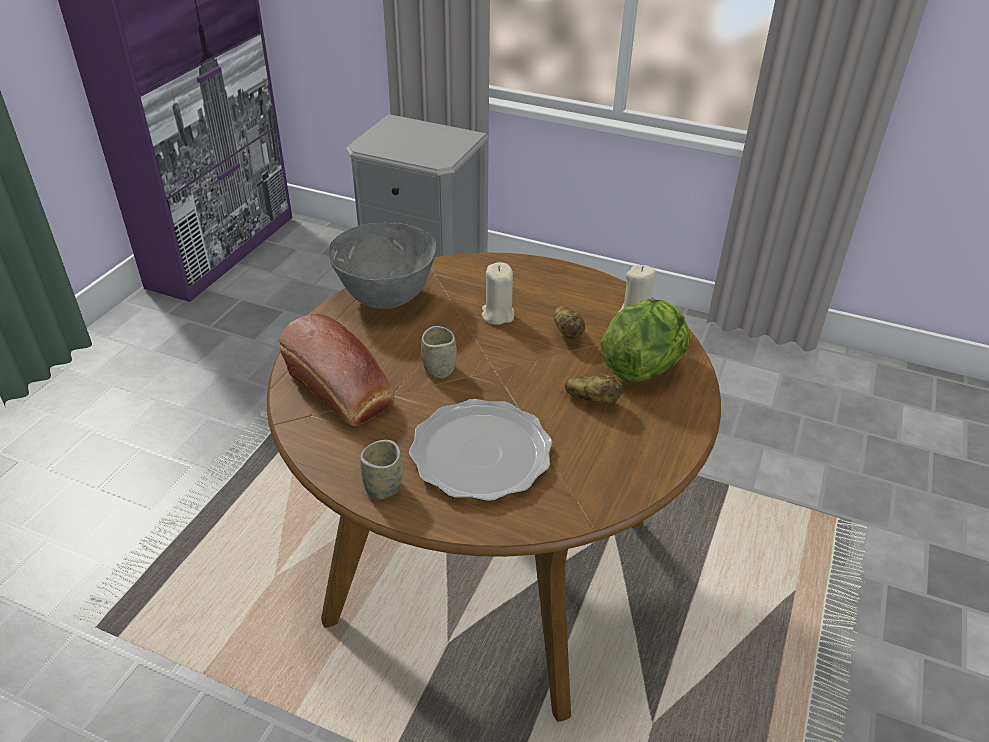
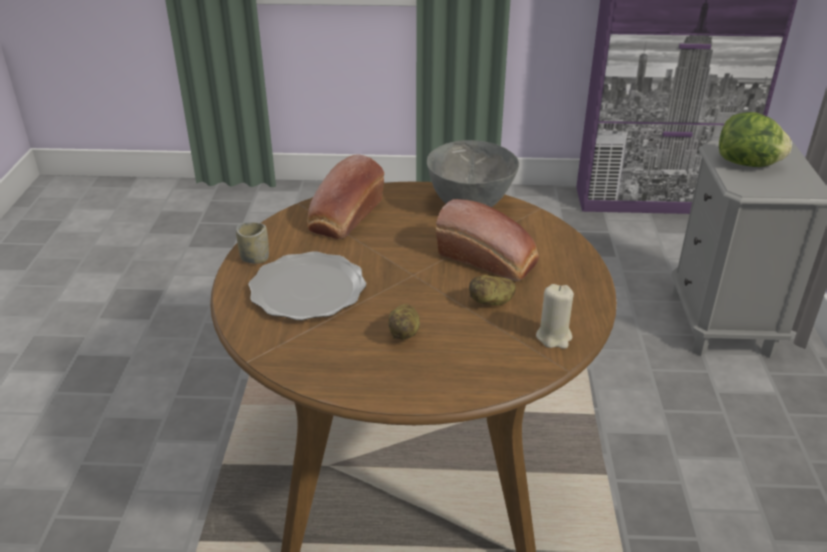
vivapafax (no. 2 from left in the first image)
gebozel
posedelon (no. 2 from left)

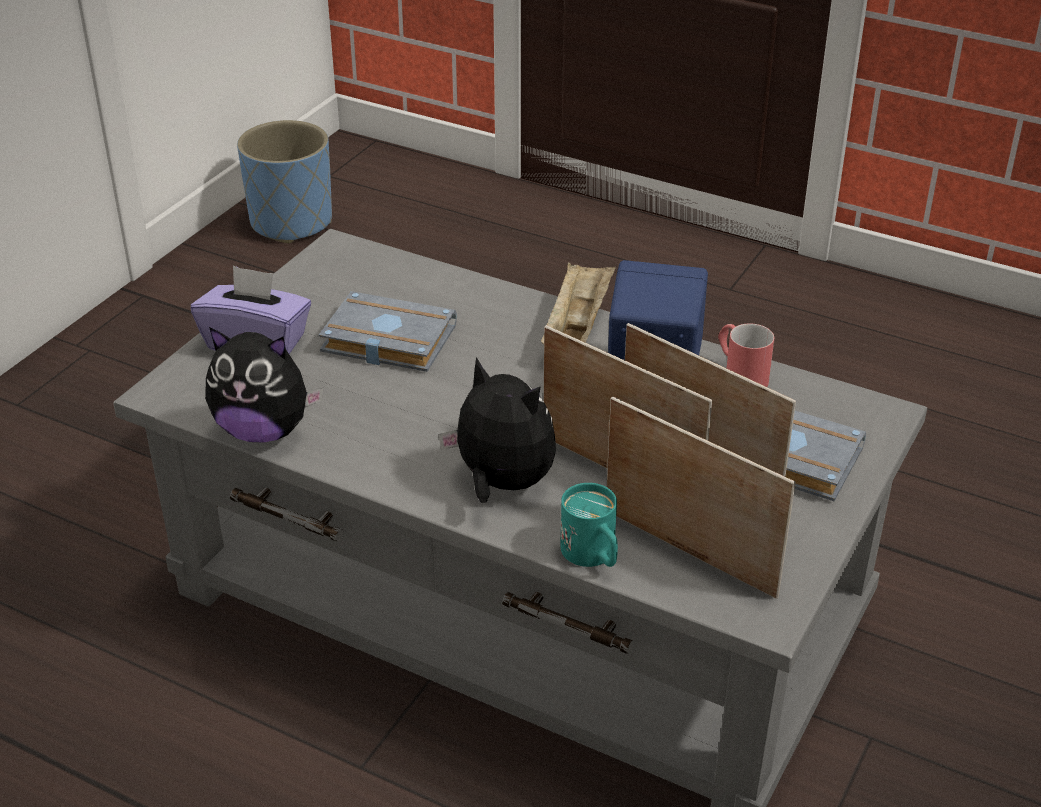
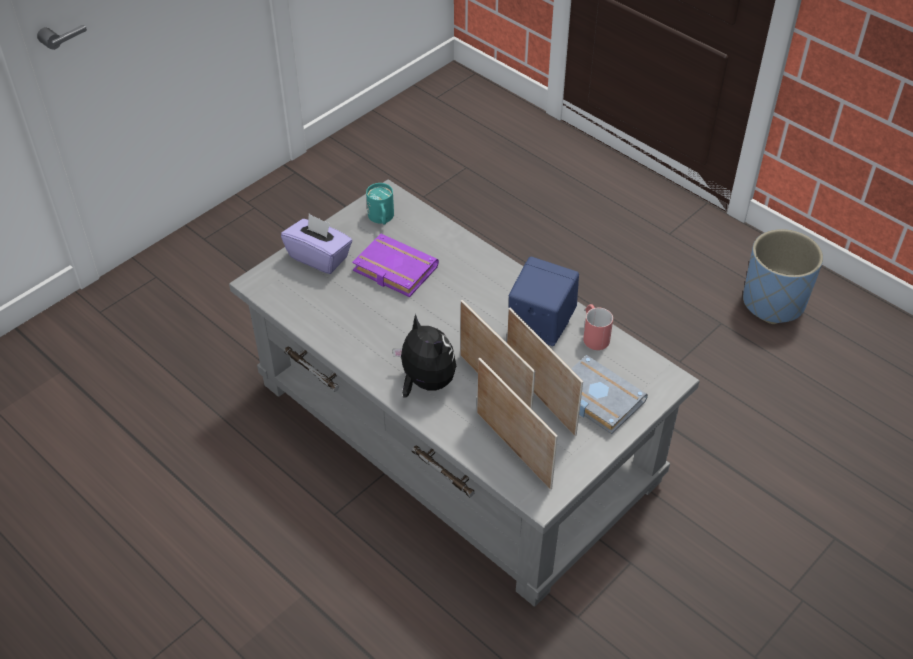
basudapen (no. 1 from left in the first image)
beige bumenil
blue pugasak
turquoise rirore
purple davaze

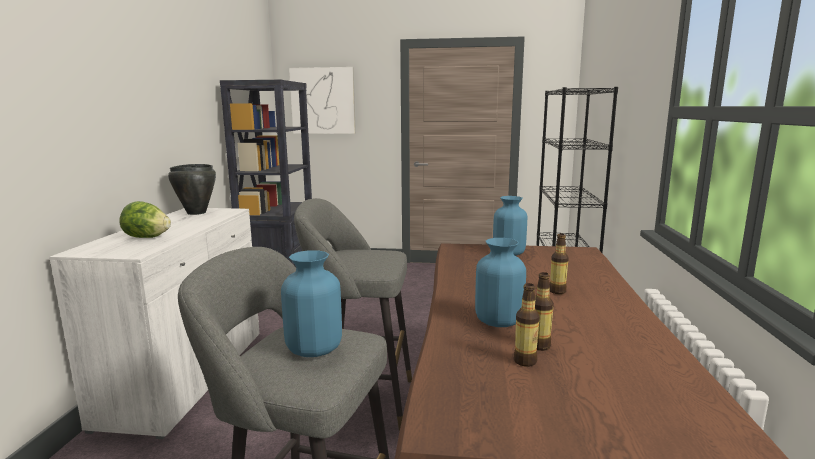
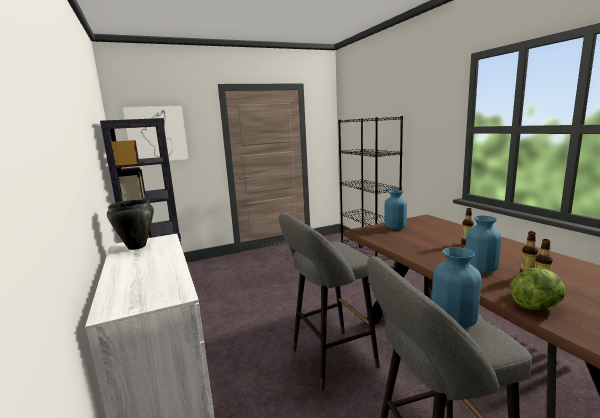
gebozel

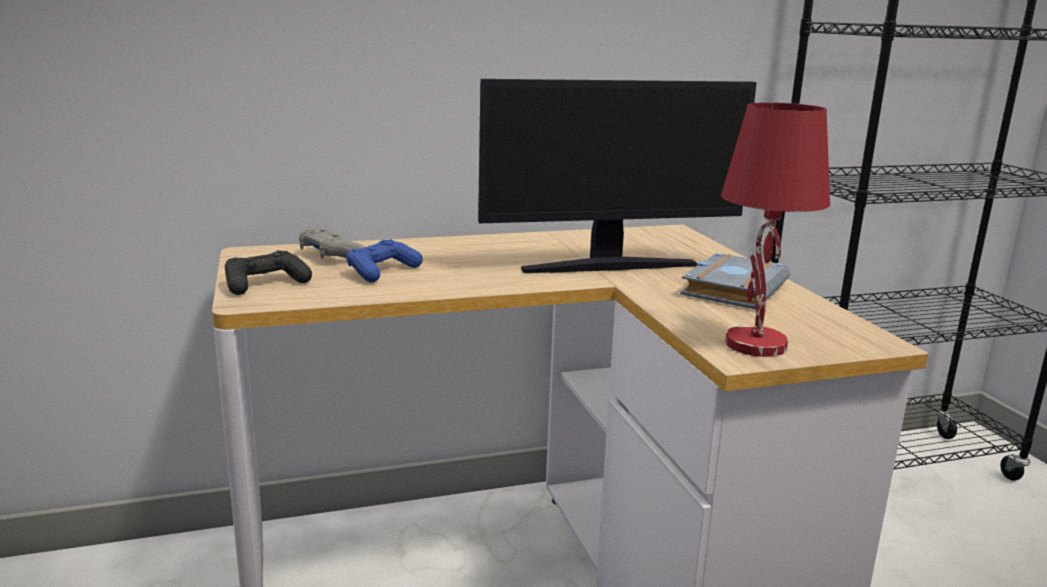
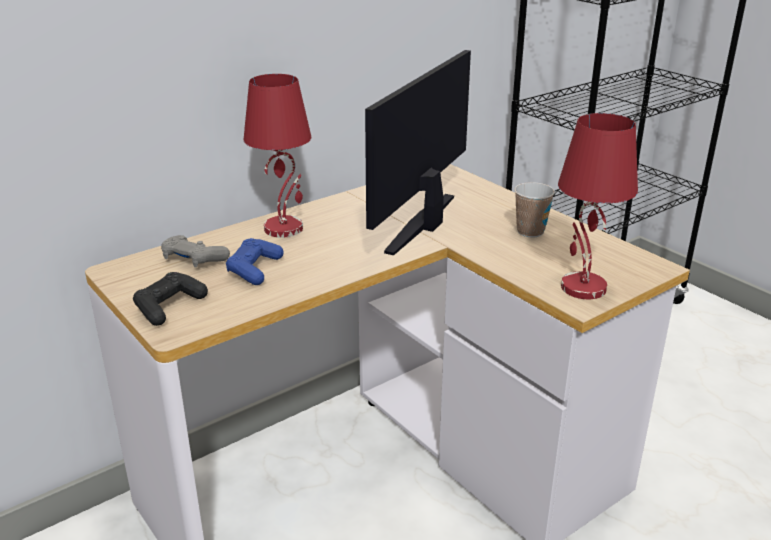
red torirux (no. 1 from left)
vivapafax
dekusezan

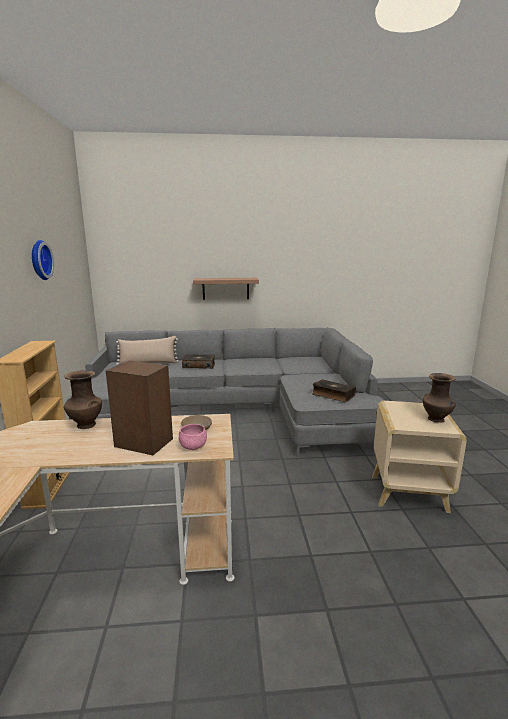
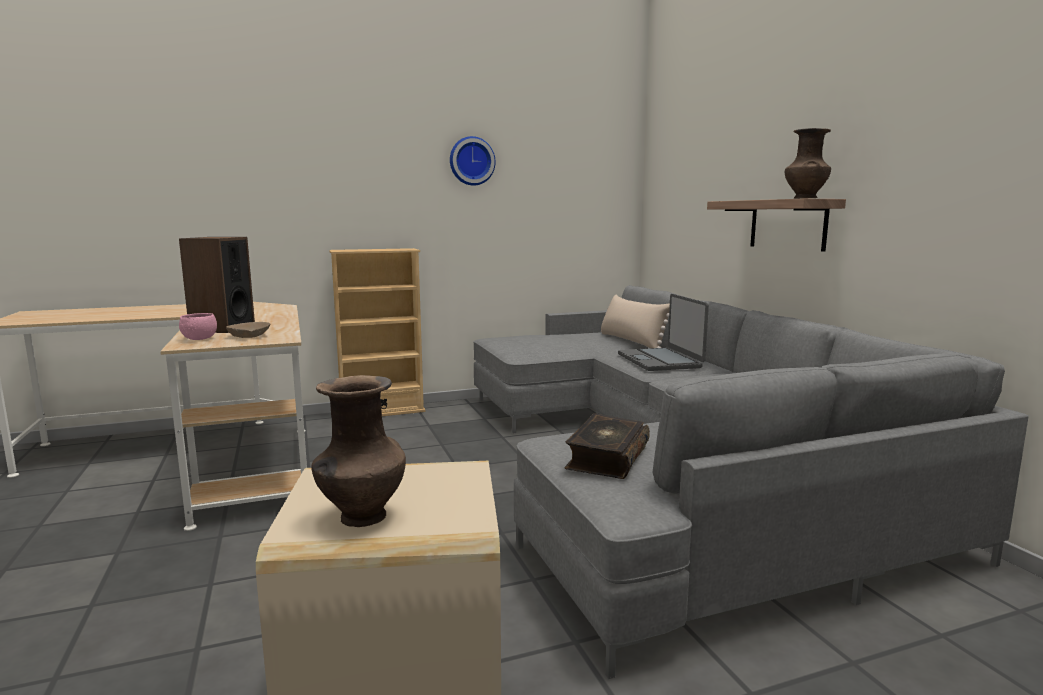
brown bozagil (no. 2 from left)
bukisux

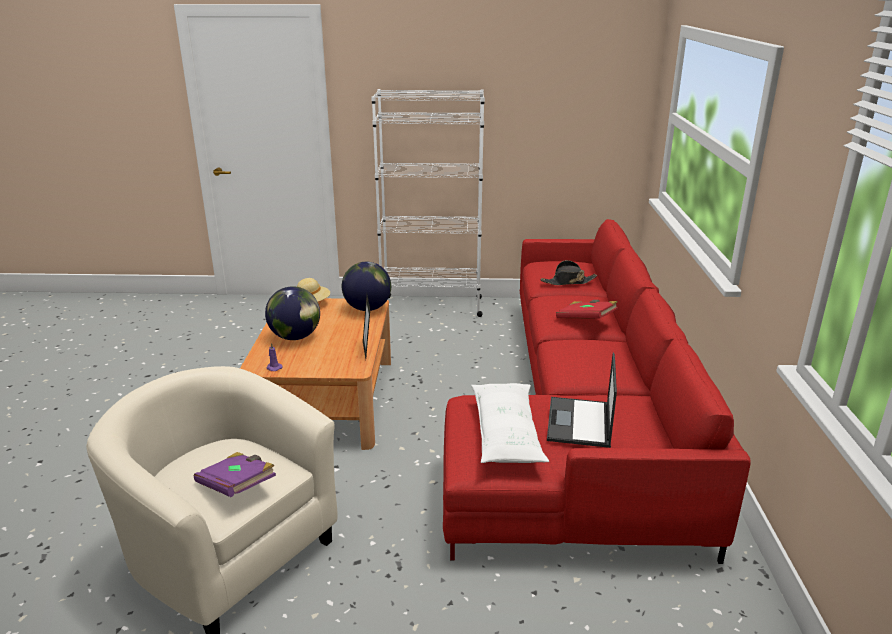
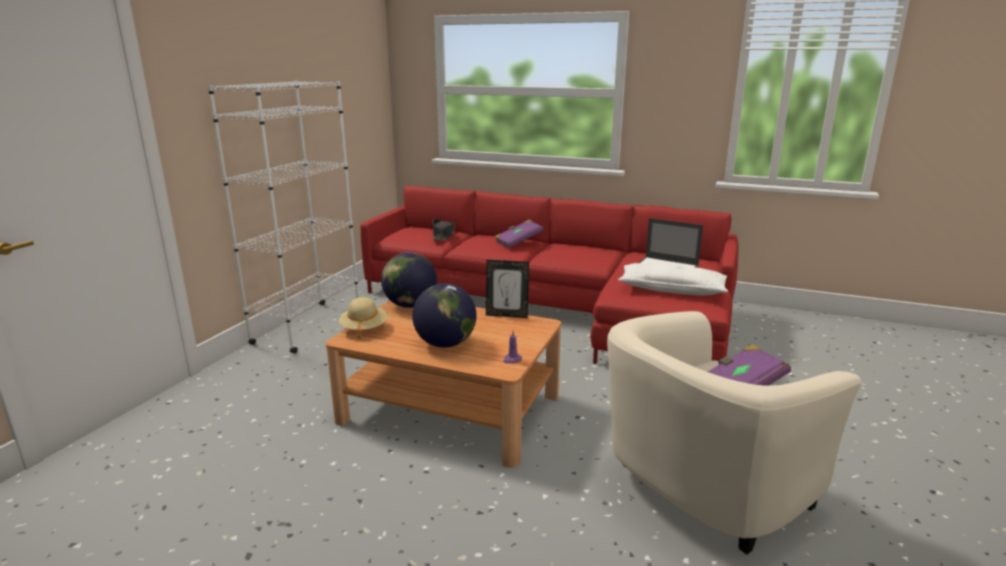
purple davaze (no. 1 from left)

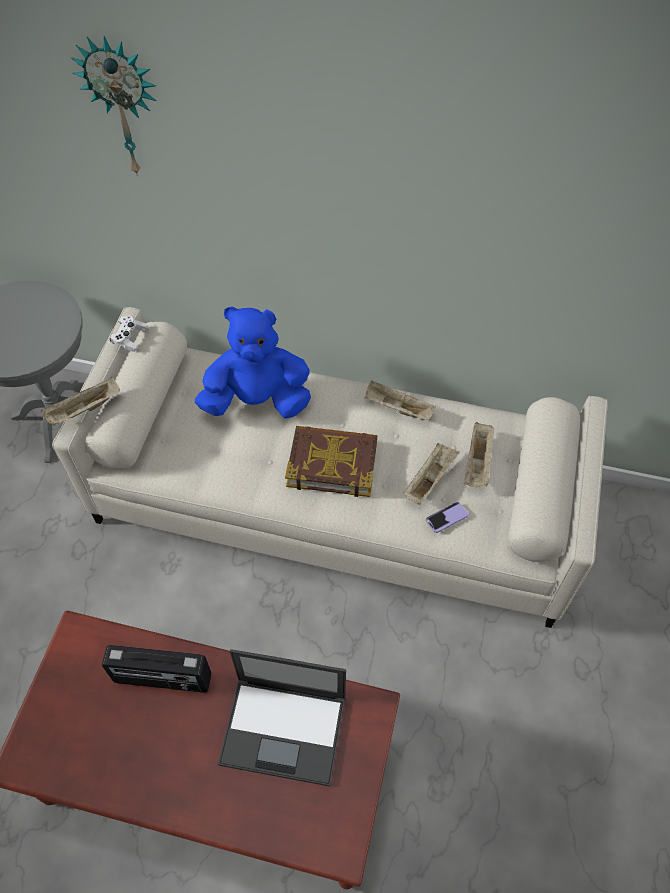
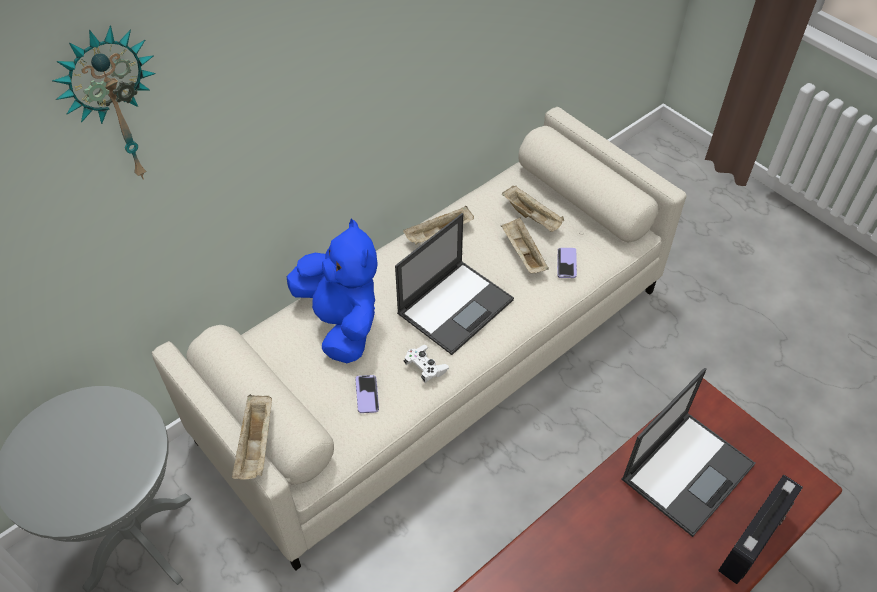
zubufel (no. 1 from left)
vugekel
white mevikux
bukisux (no. 1 from left)
blue basudapen

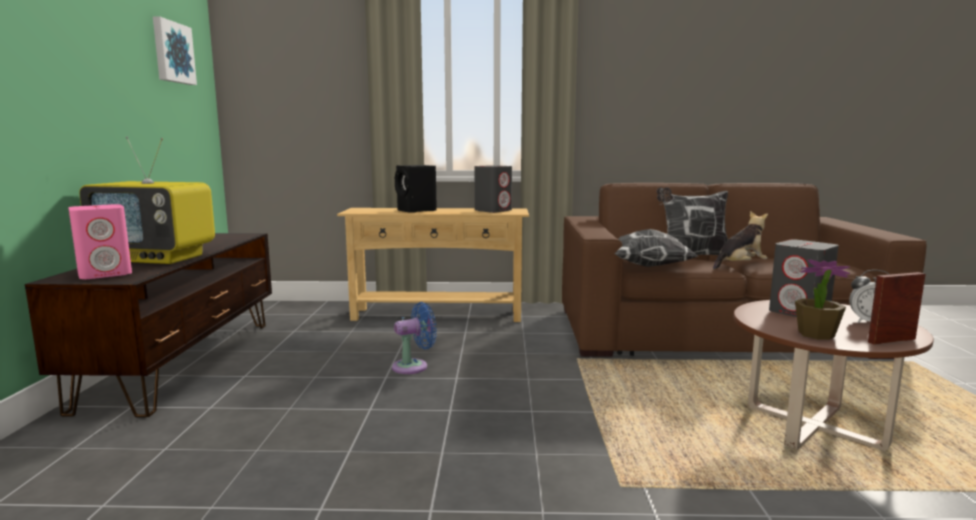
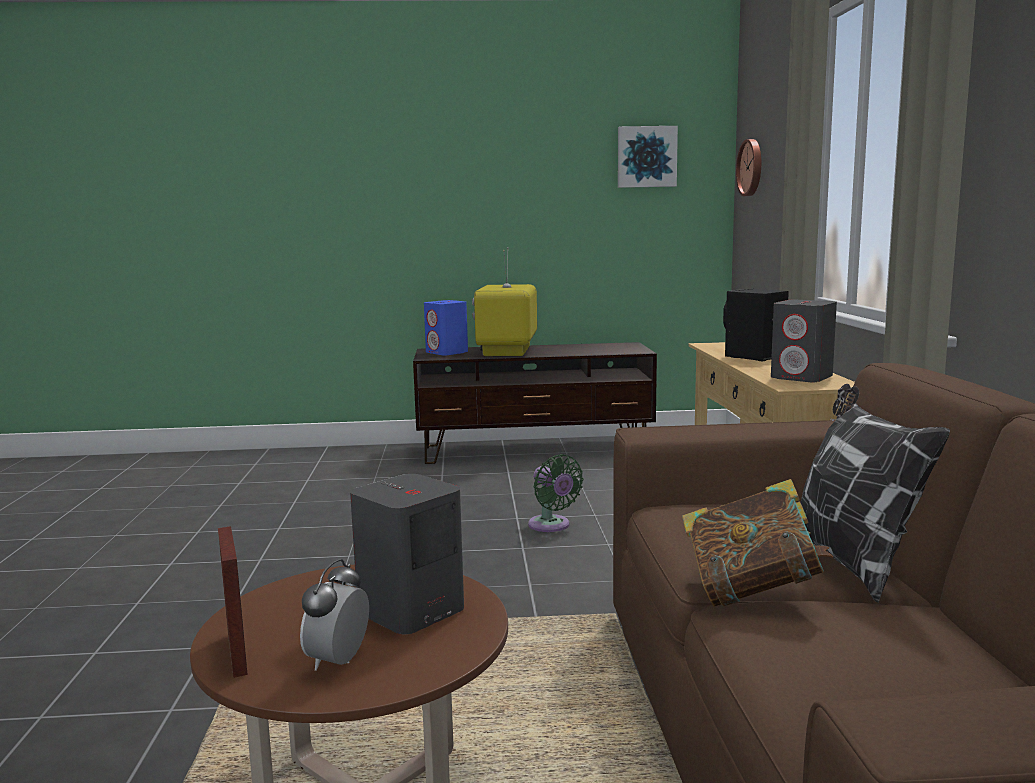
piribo (no. 1 from left in the first image)
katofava
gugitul
davaze
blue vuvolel
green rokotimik

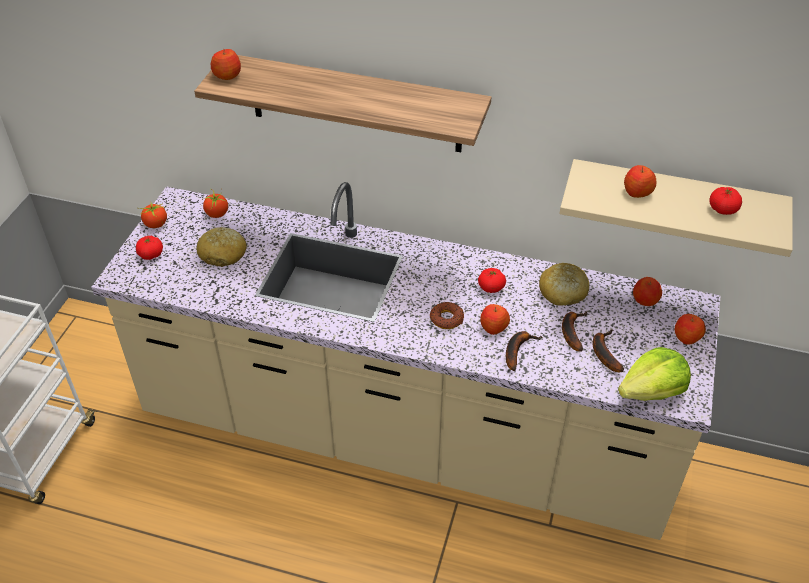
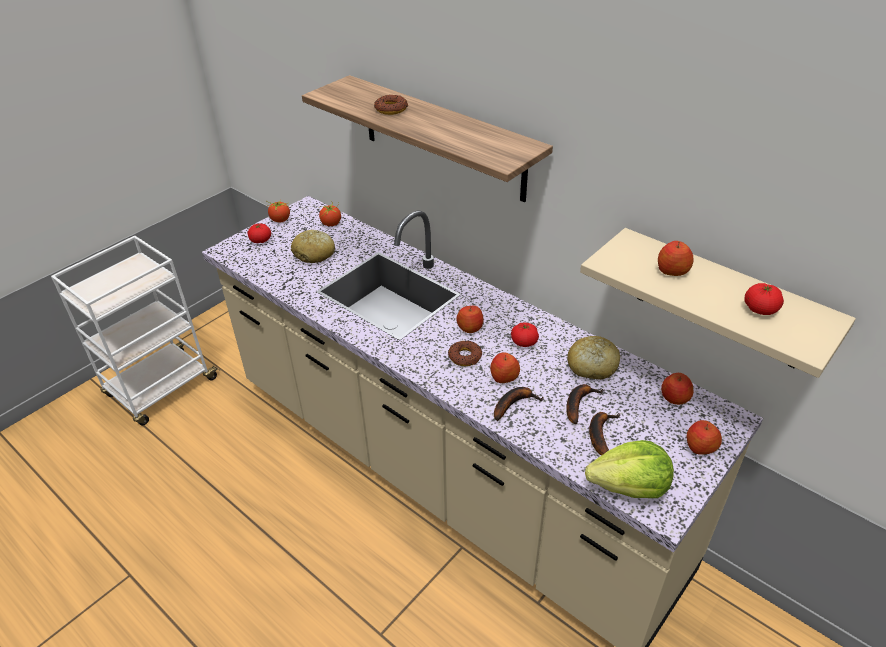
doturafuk (no. 1 from left)
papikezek (no. 1 from left)

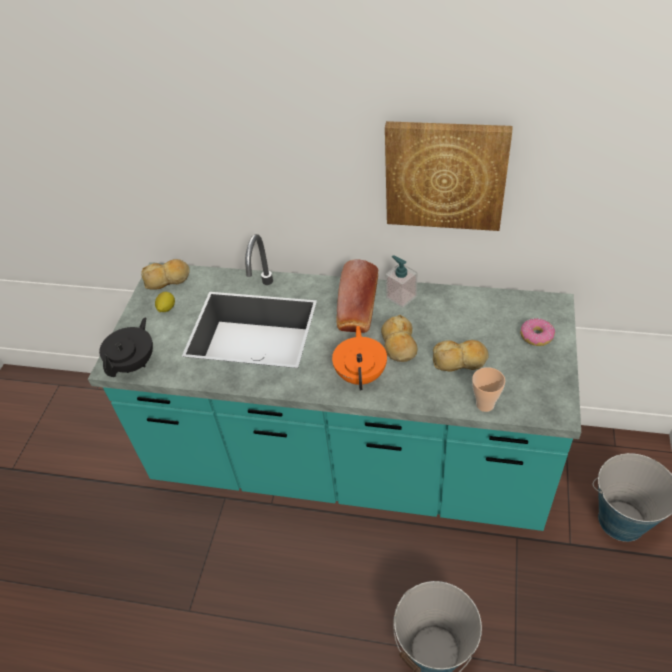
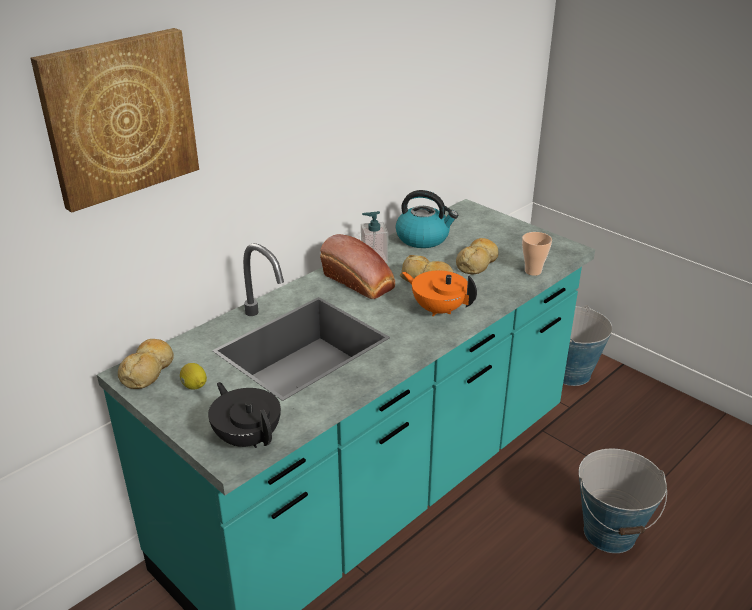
doturafuk
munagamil
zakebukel

